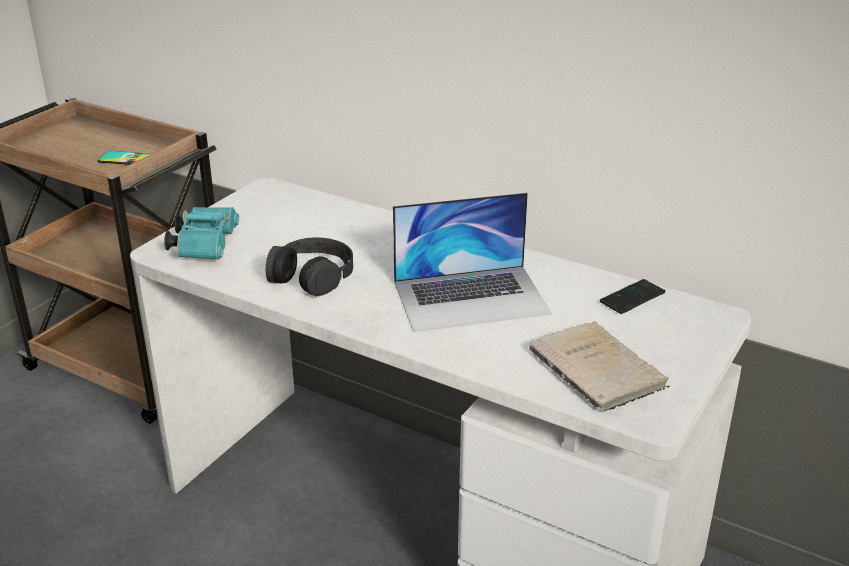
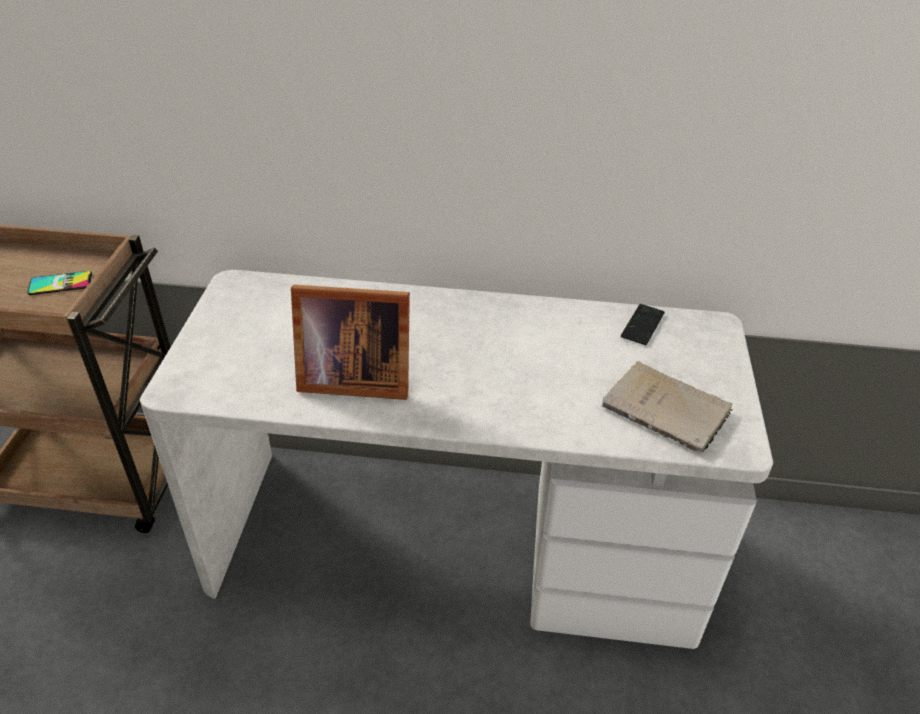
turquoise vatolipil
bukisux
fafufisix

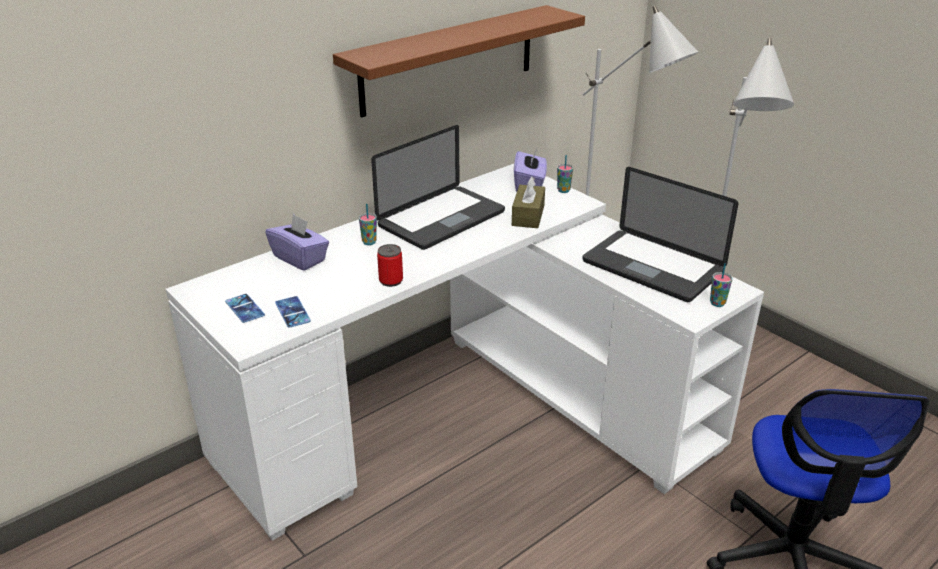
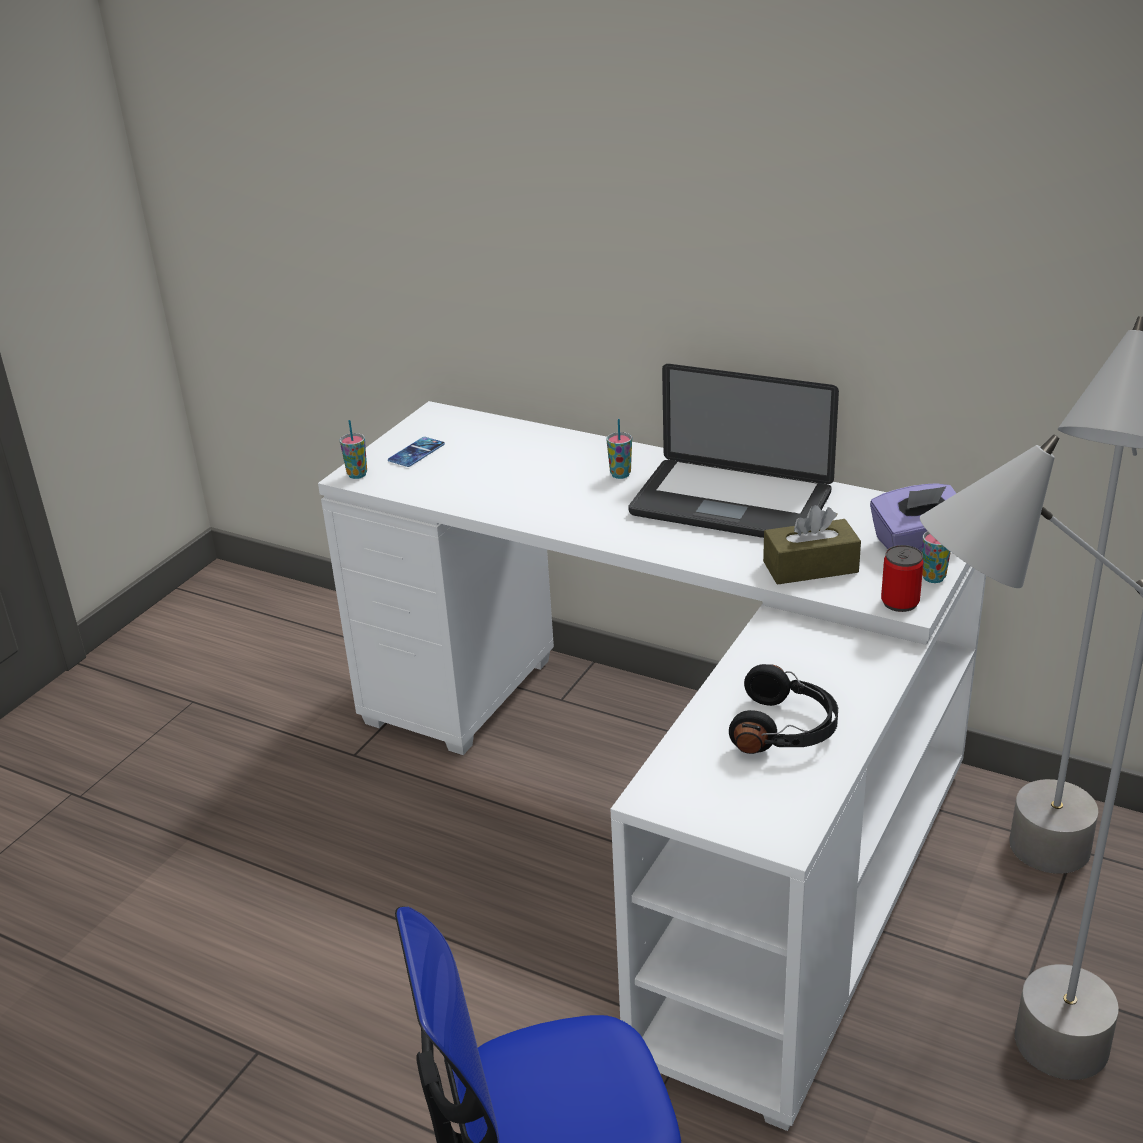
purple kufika (no. 1 from left in the first image)
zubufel (no. 2 from left in the first image)
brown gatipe
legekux
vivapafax (no. 1 from left)
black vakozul

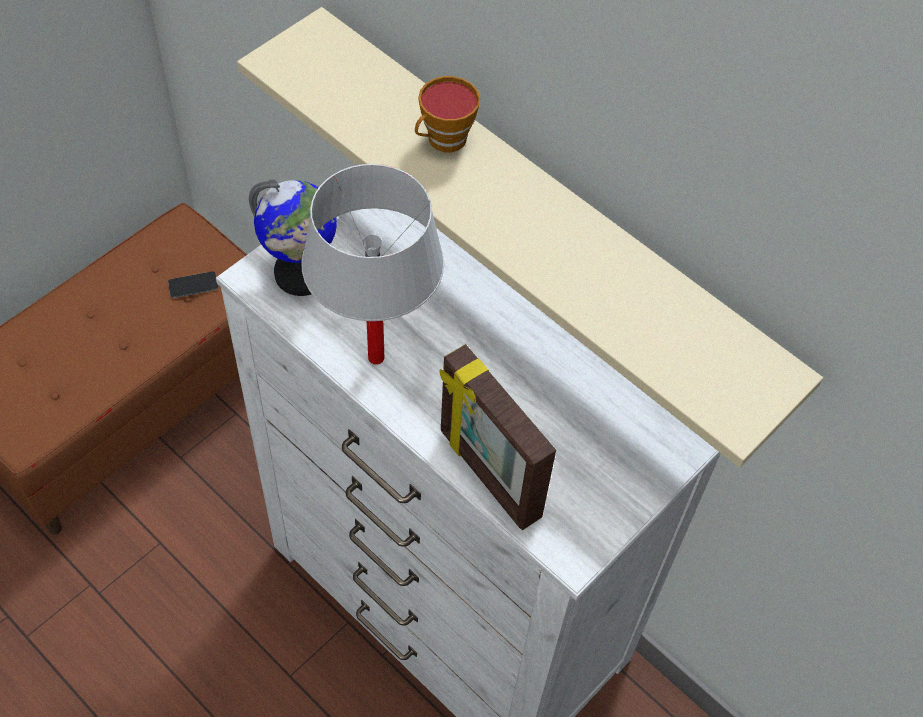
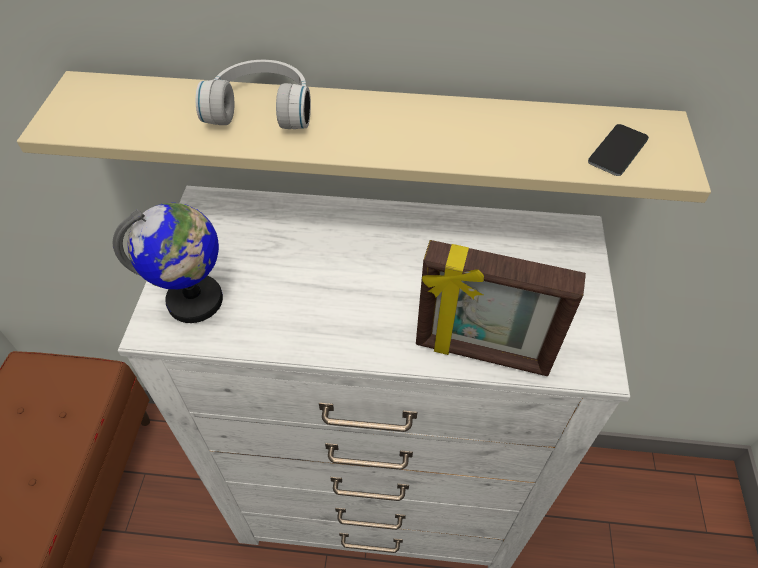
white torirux
zubufel
white vakozul

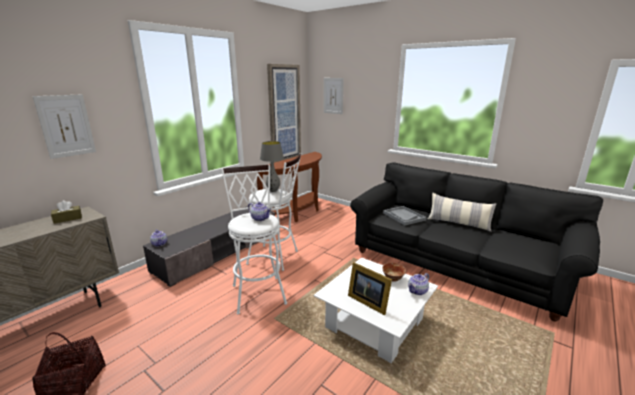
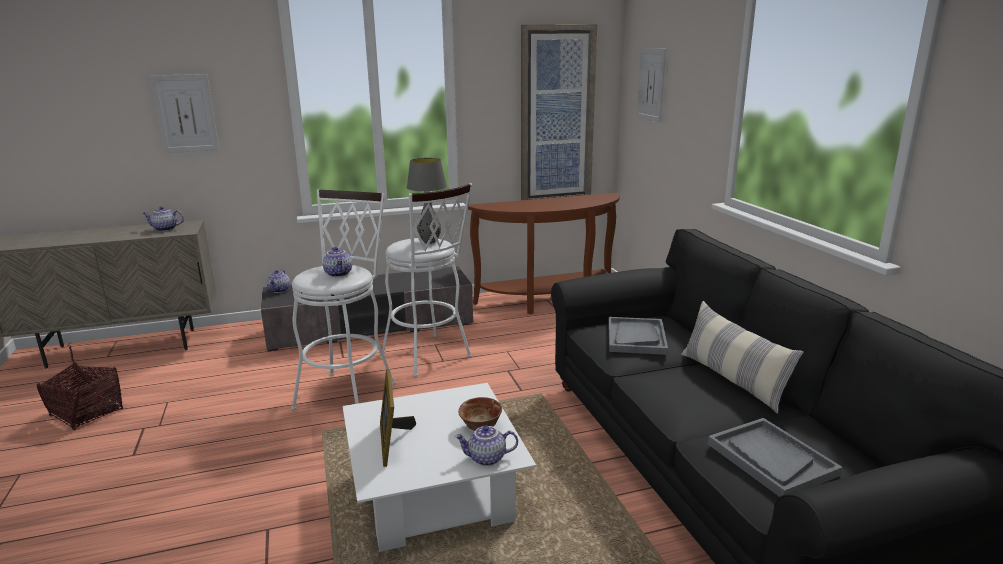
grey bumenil (no. 2 from left)
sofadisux (no. 1 from left)

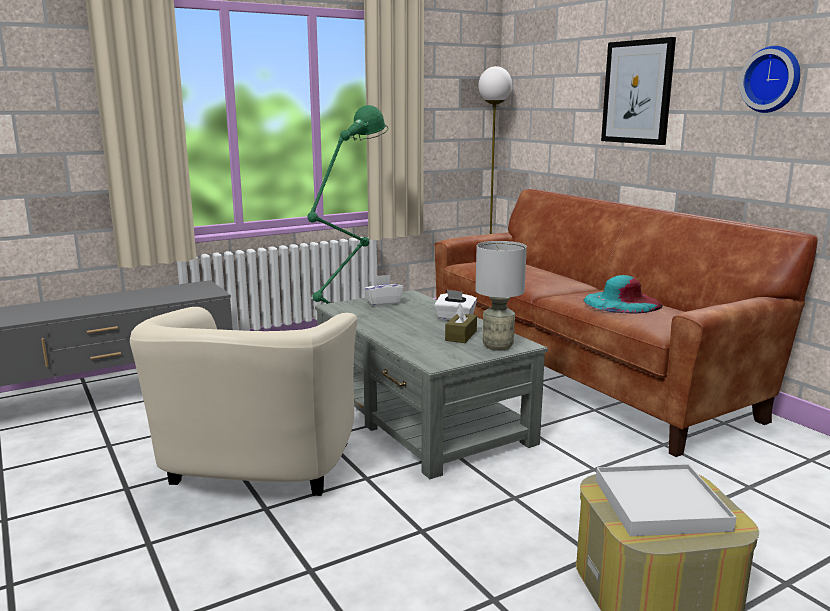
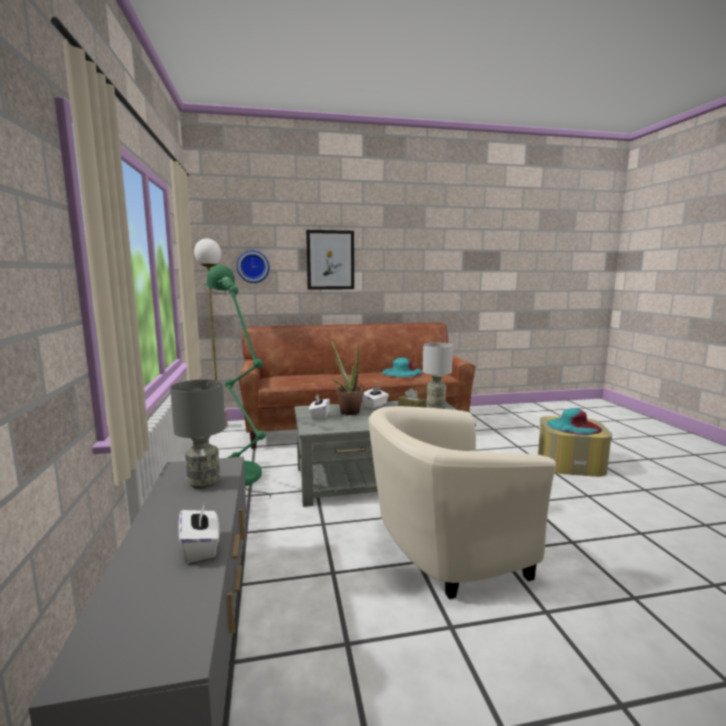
grey torirux (no. 1 from left)
white kufika (no. 1 from left)
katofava
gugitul
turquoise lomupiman (no. 2 from left)
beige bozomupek

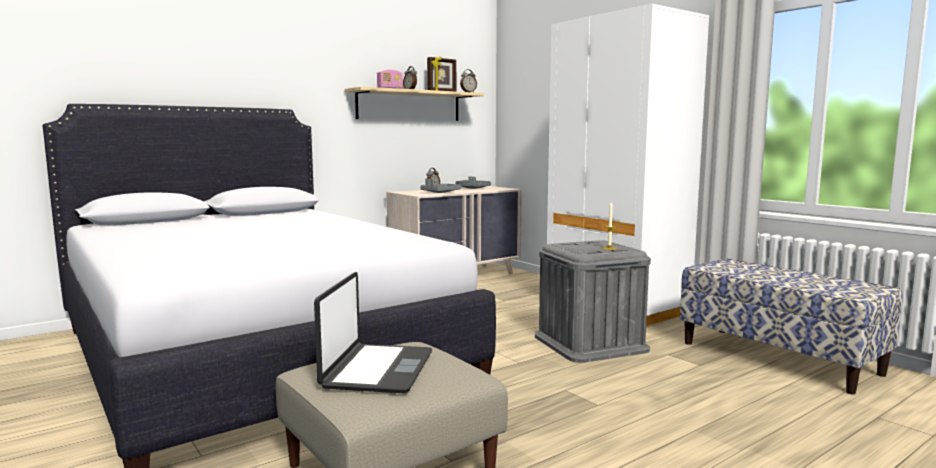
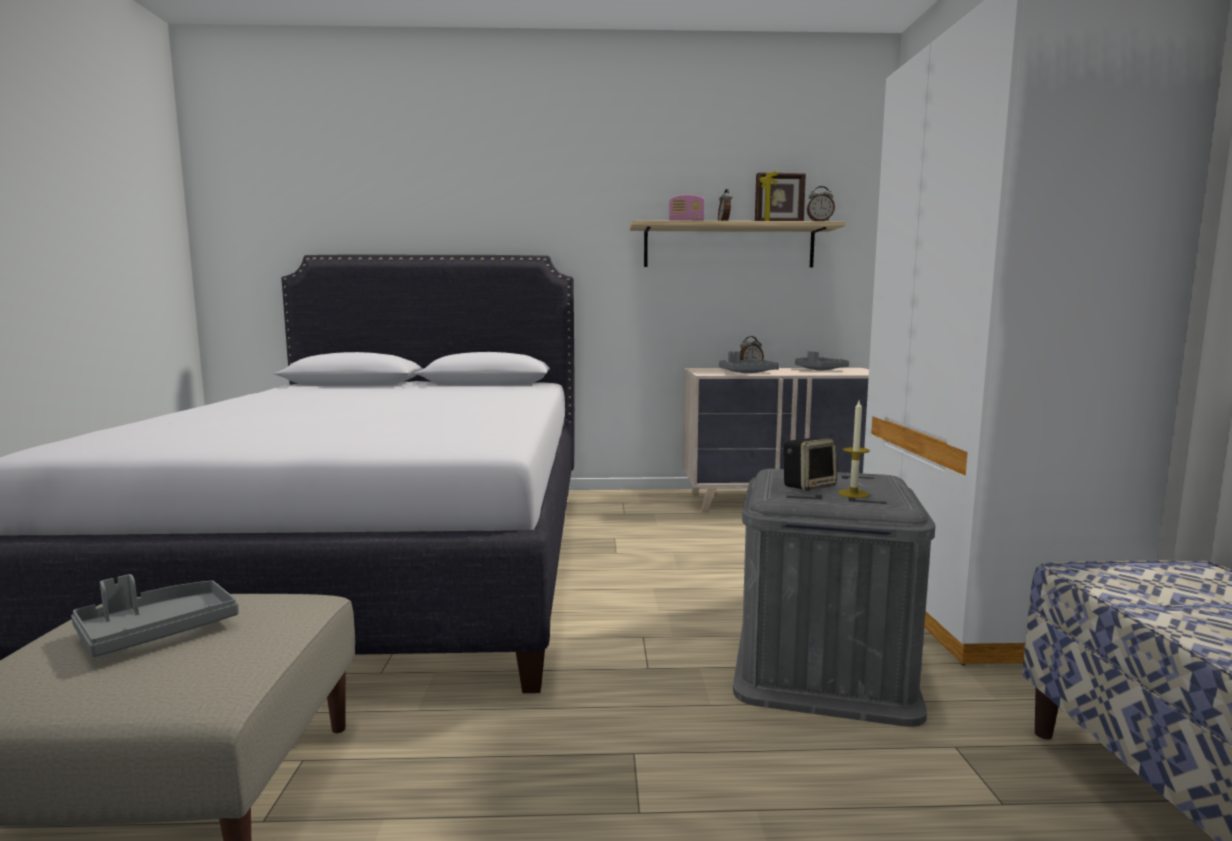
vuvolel
grey bumenil (no. 1 from left)

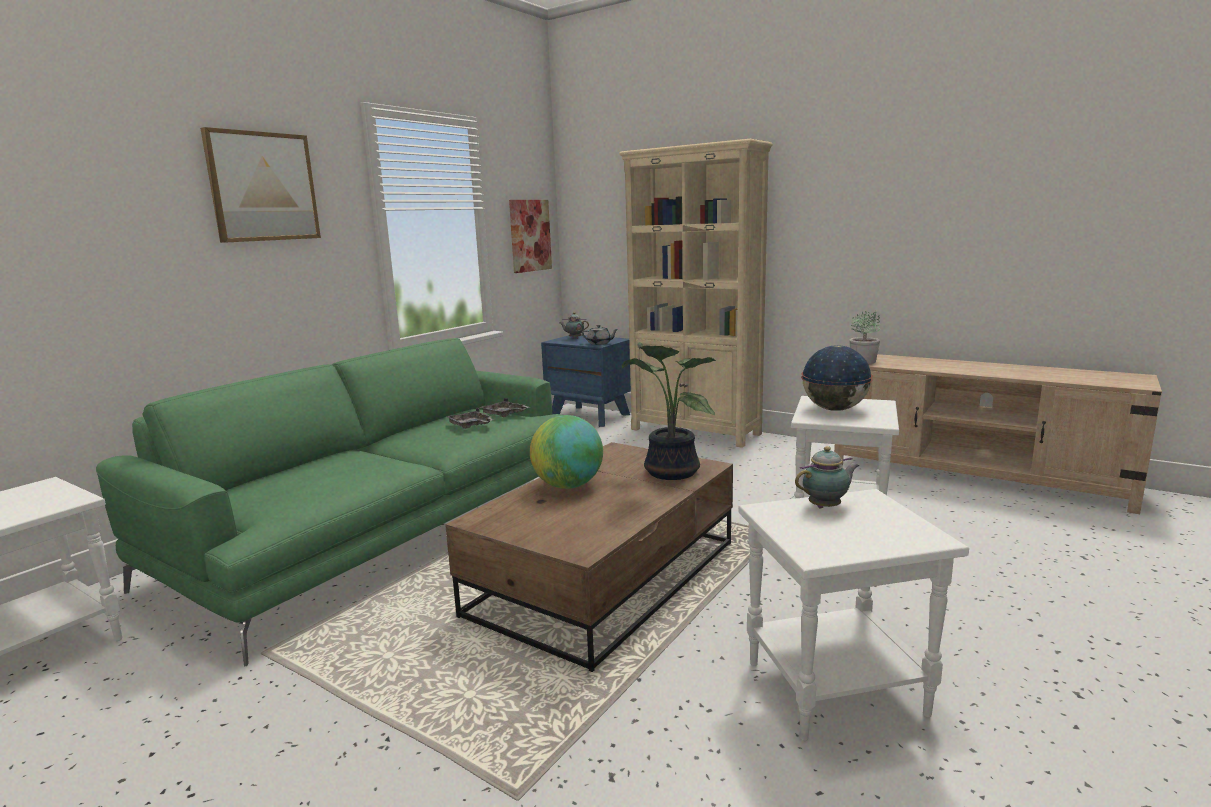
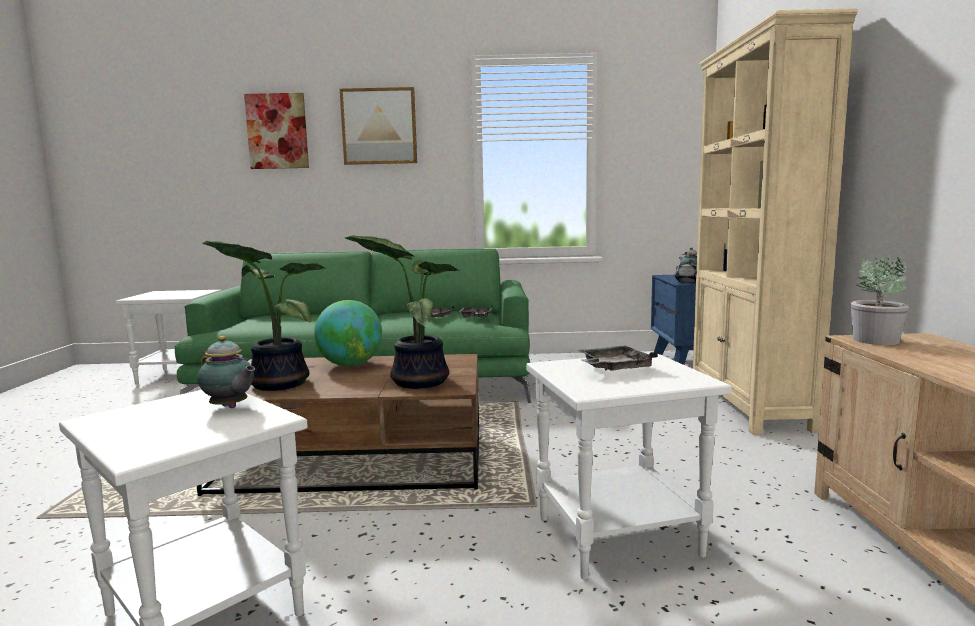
katofava (no. 1 from left)
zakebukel (no. 1 from left)
grey bumenil (no. 3 from left)

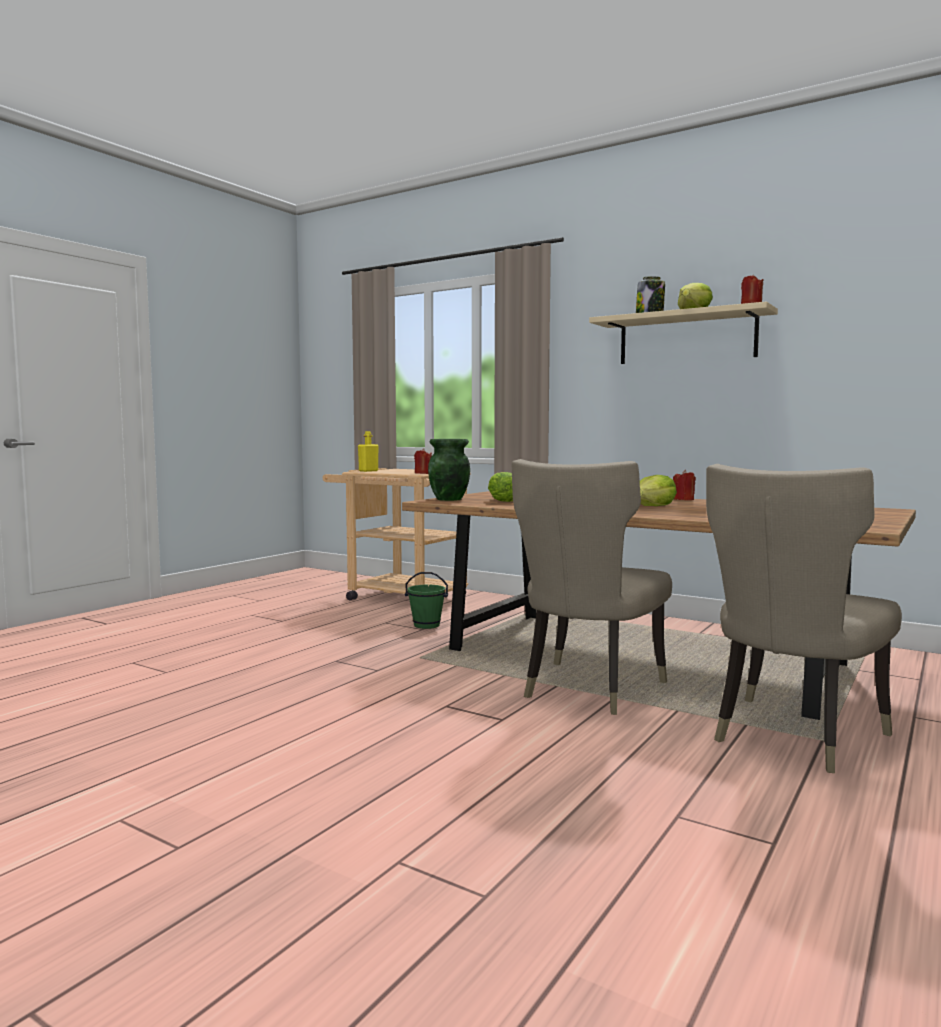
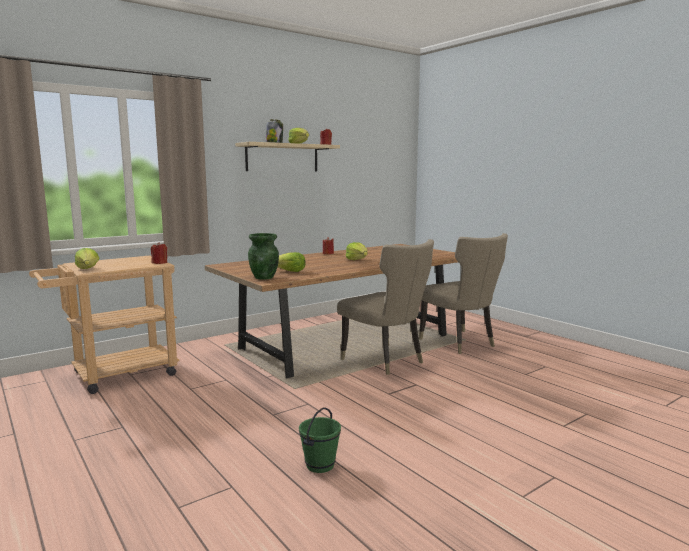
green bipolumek
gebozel (no. 1 from left)

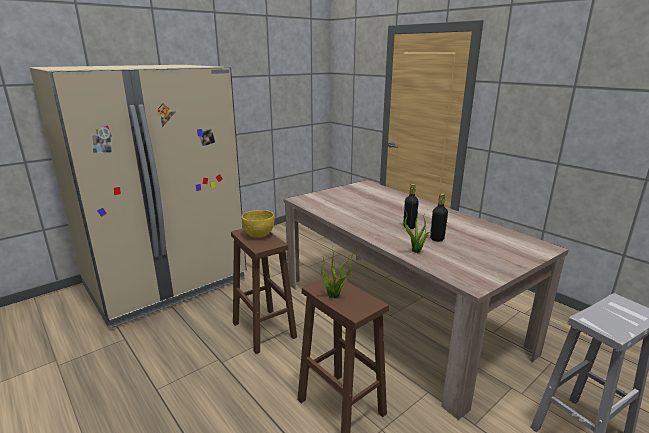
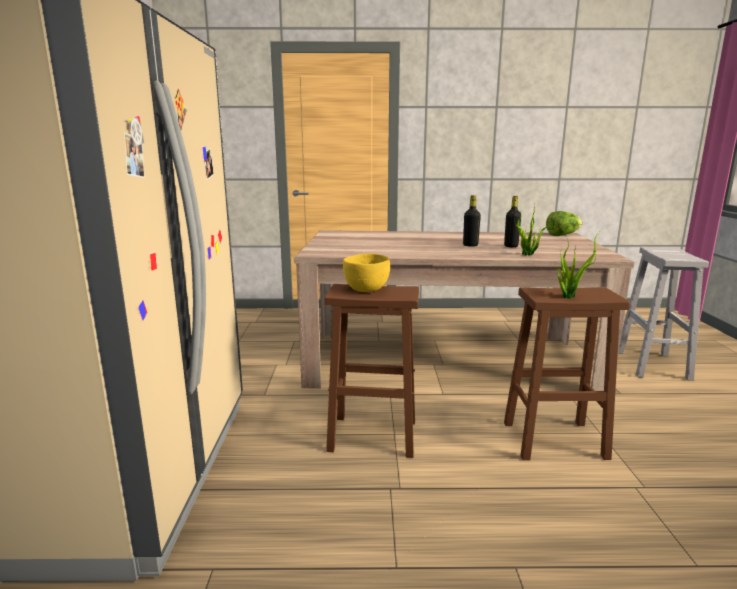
gebozel

